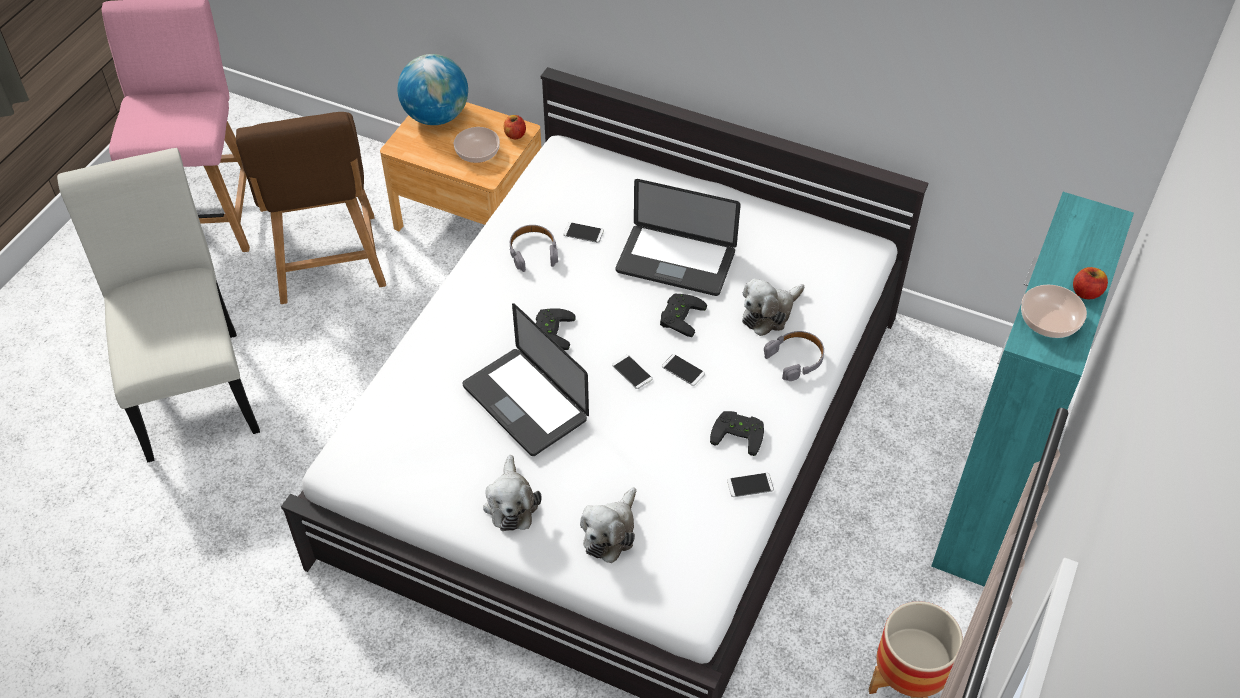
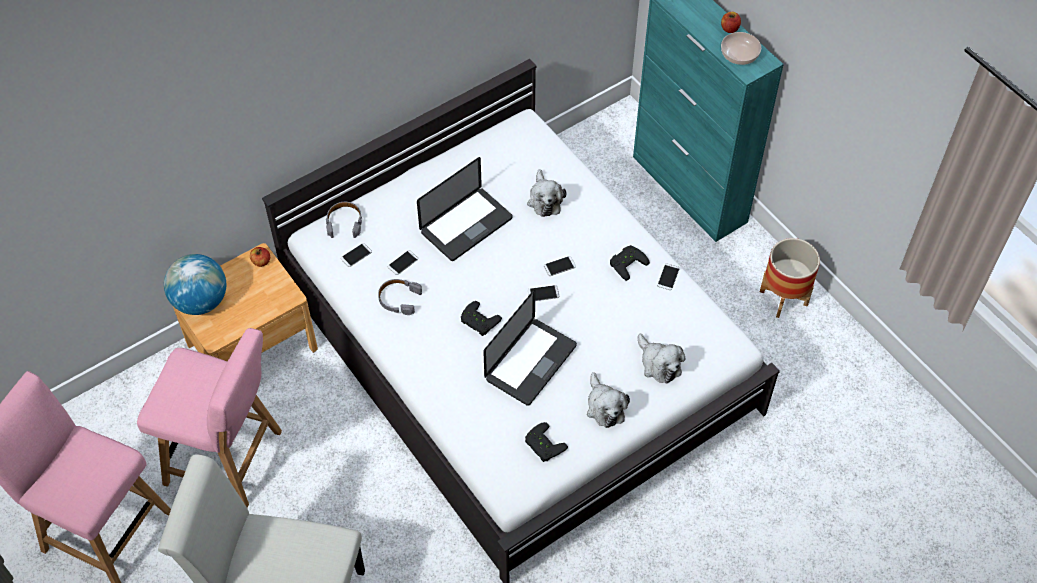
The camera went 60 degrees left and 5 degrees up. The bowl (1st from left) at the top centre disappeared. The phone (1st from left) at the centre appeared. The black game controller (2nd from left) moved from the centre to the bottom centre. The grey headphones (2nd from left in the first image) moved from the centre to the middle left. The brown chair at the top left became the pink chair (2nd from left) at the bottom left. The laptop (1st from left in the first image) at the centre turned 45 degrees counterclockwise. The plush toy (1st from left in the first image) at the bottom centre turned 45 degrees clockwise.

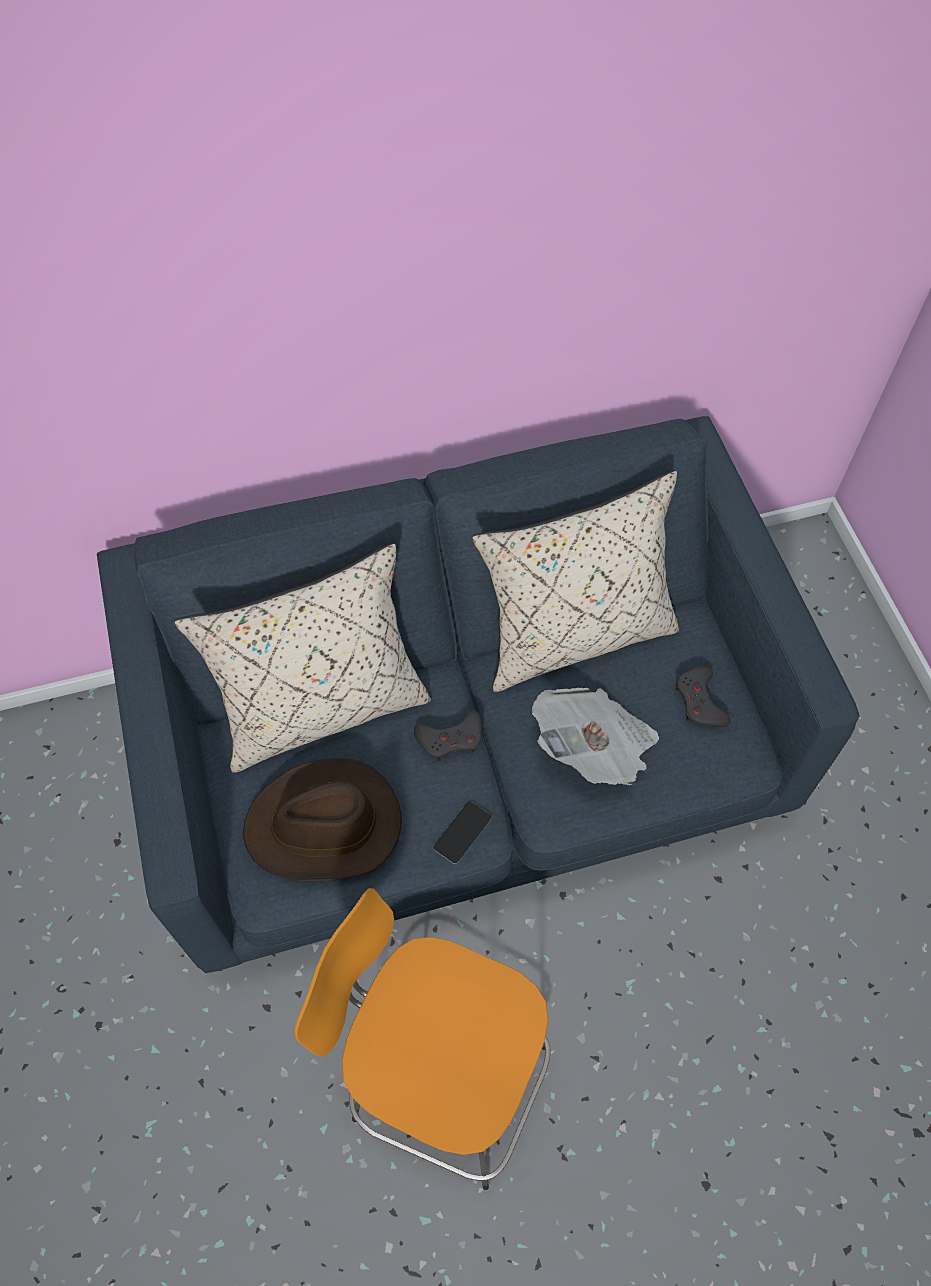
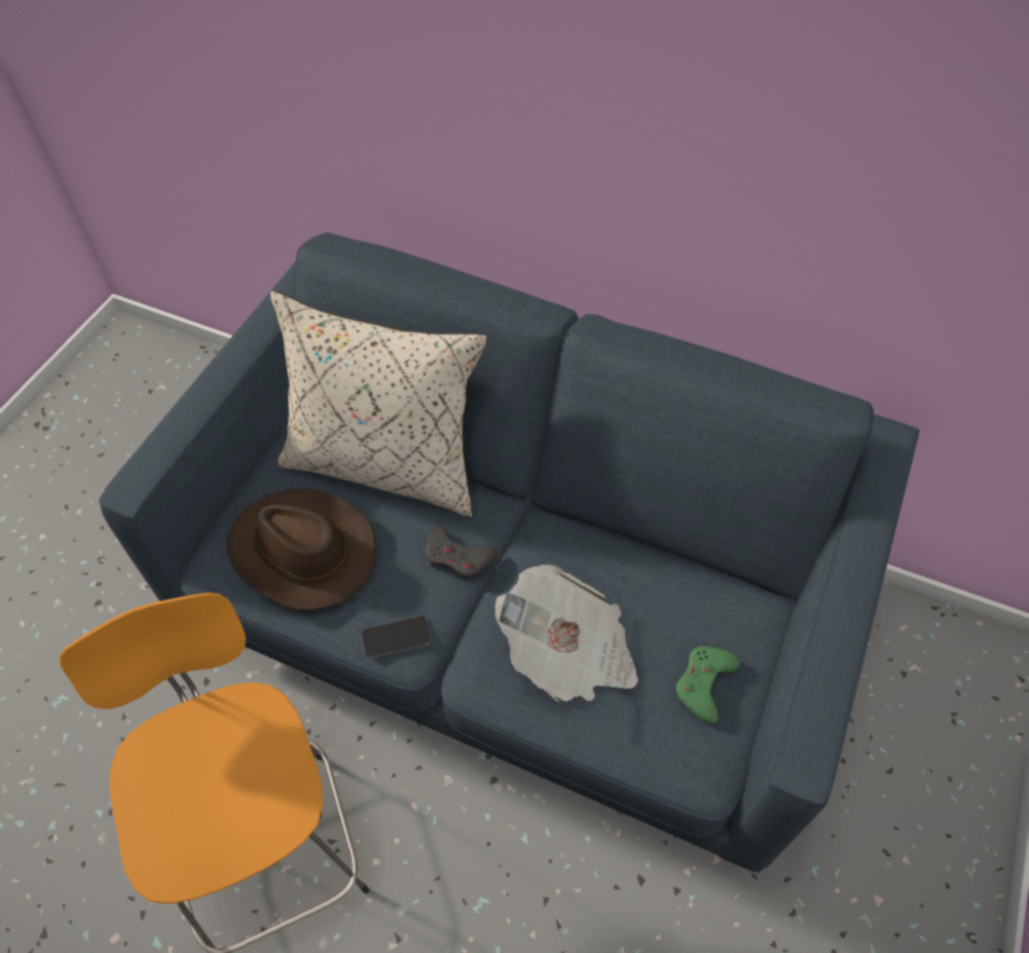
The camera went 40 degrees right and 5 degrees down. The beige pillow (2nd from left) at the centre disappeared. The grey game controller (2nd from left) at the middle right became the green game controller at the bottom right.

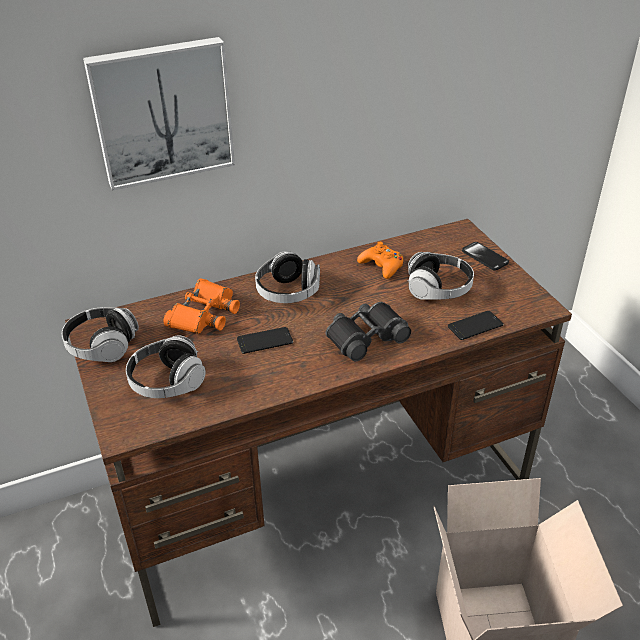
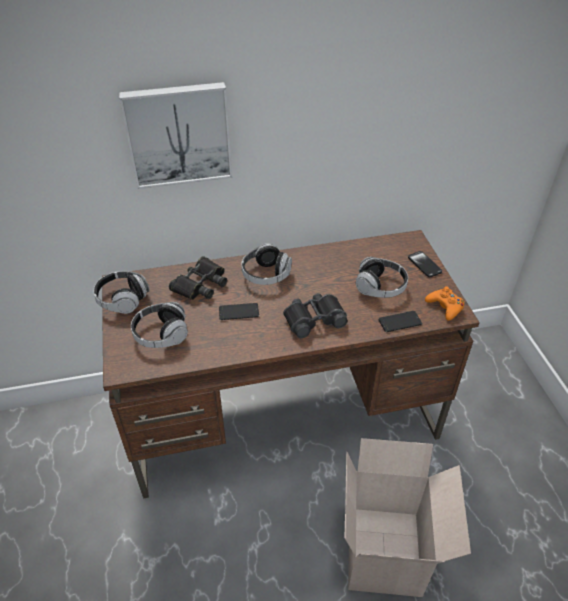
The camera went 10 degrees right and 5 degrees up. The orange game controller moved from the centre to the middle right. The orange binoculars at the middle left became the black binoculars (1st from left) at the centre.

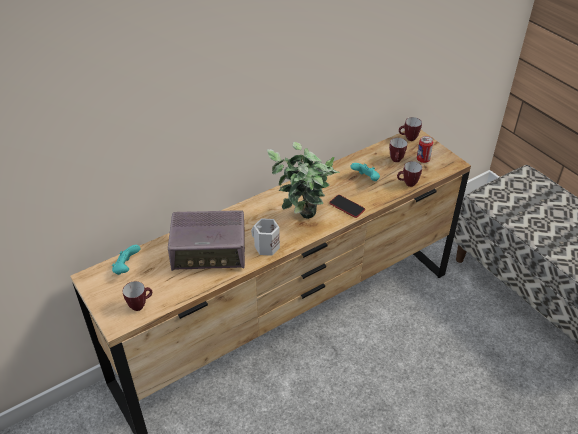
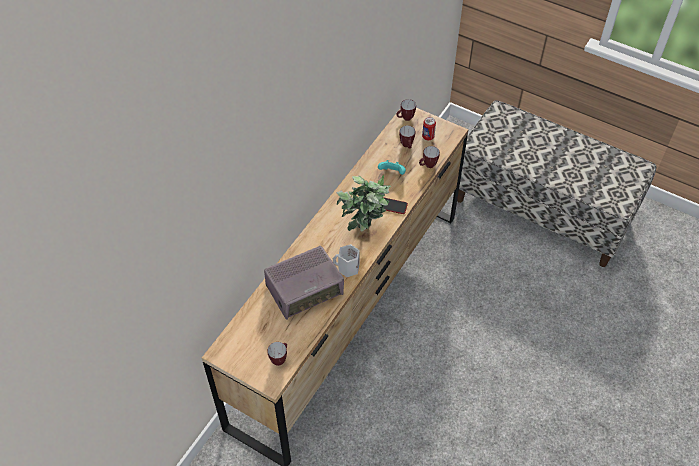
The camera went 25 degrees left and 10 degrees up. The turquoise game controller (1st from left) at the middle left disappeared.

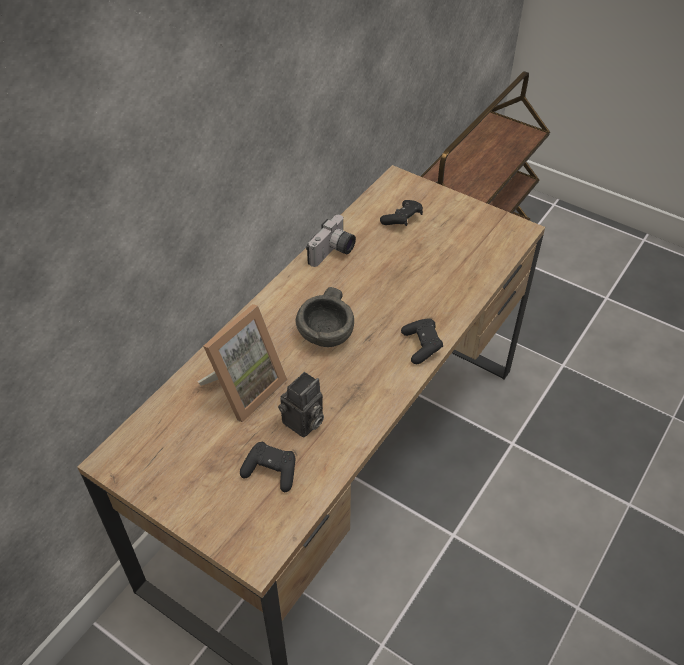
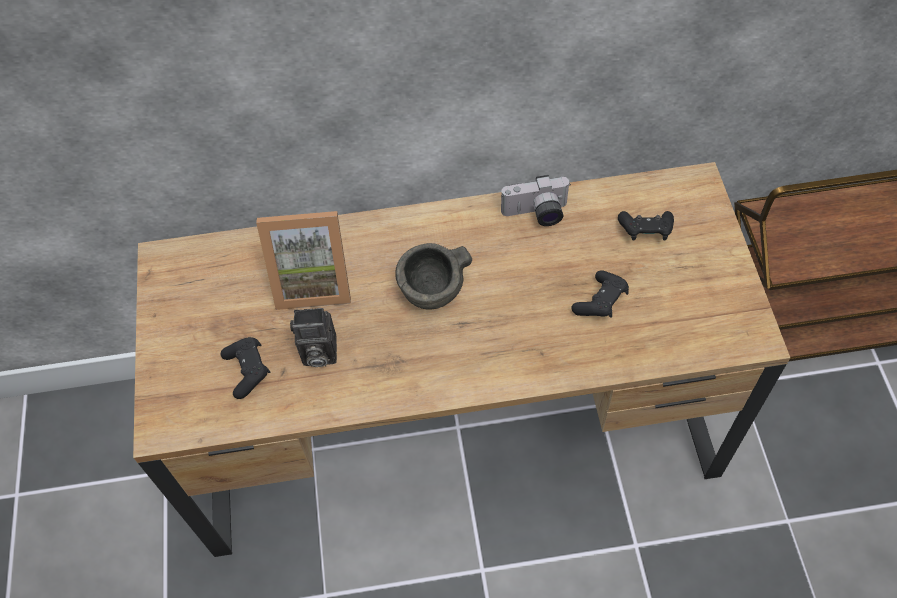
The camera went 50 degrees right and 10 degrees up. The black game controller (3rd from left in the first image) moved from the centre to the middle right.

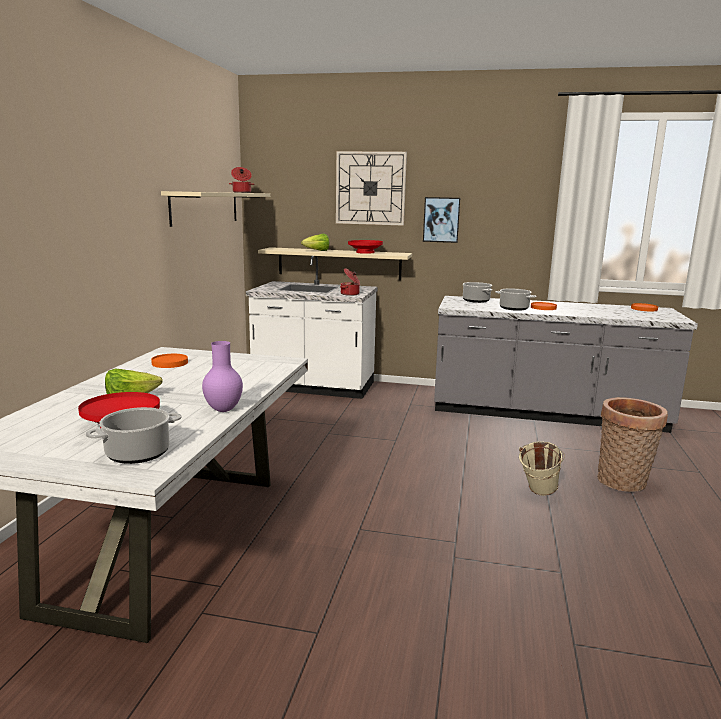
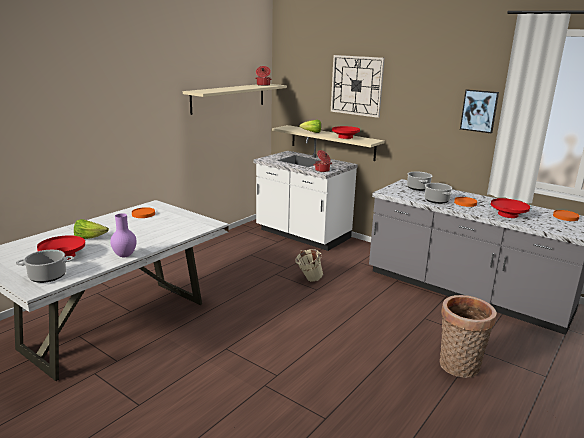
The camera went 25 degrees right and 5 degrees up. The red bowl (3rd from left) at the middle right appeared. The picture moved from the top centre to the top right. The beige bucket moved from the middle right to the centre.

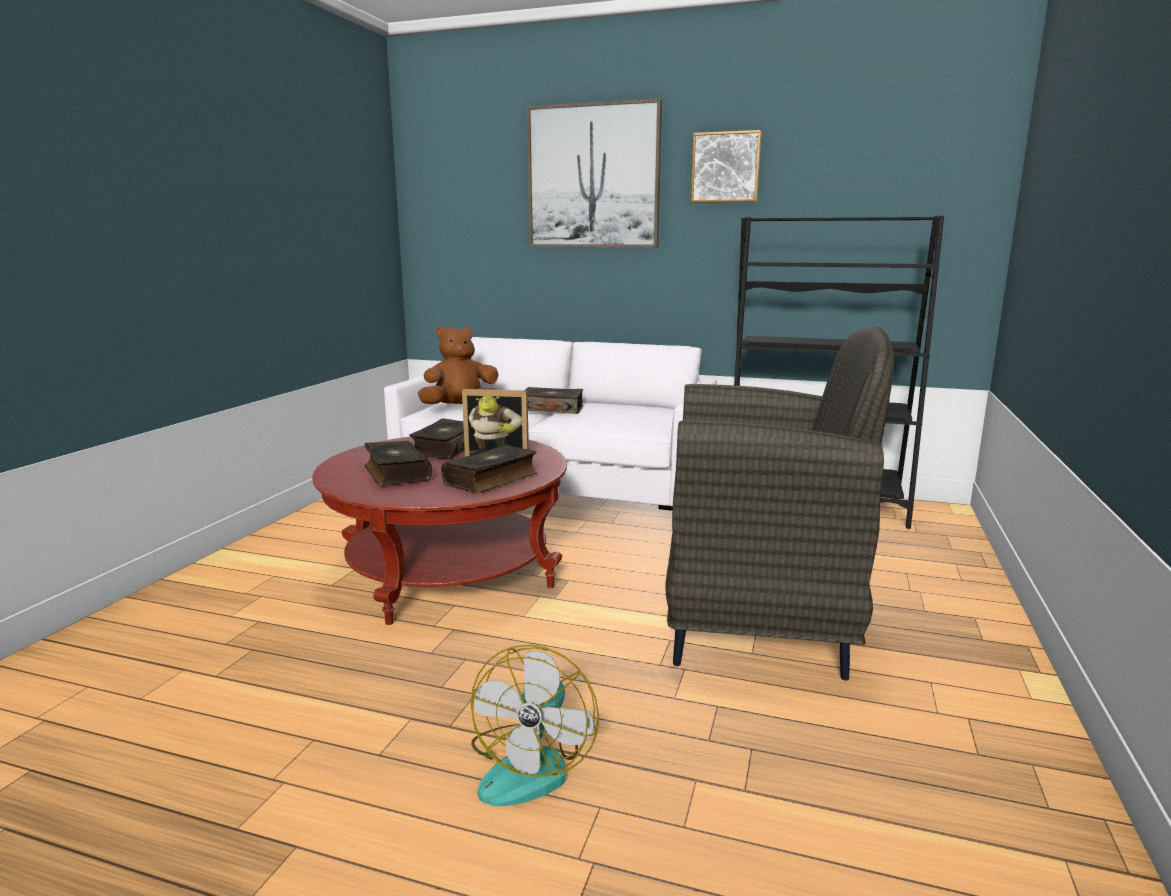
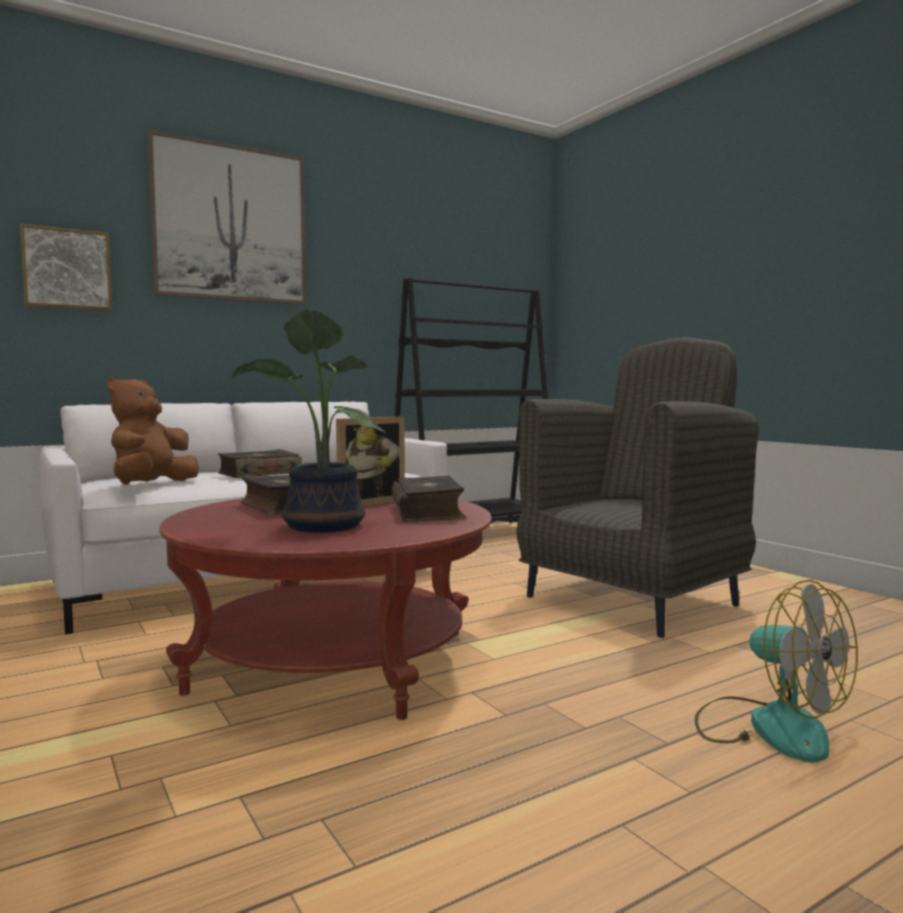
The camera went 50 degrees left and 10 degrees down. The picture (2nd from left in the first image) moved from the top centre to the top left. The book (1st from left) at the centre was replaced by the potted plant at the centre.

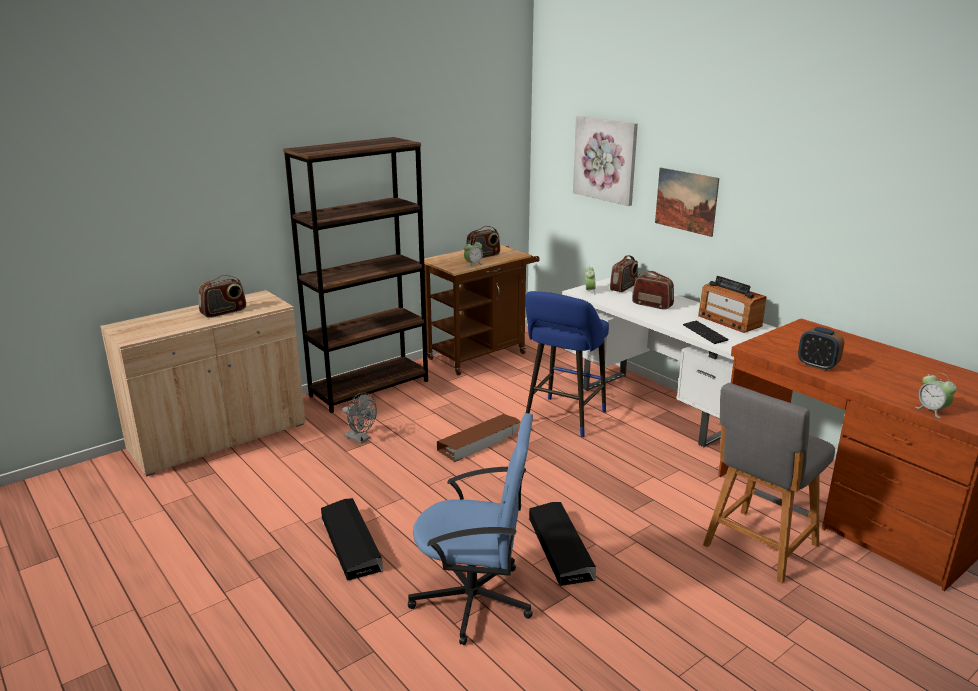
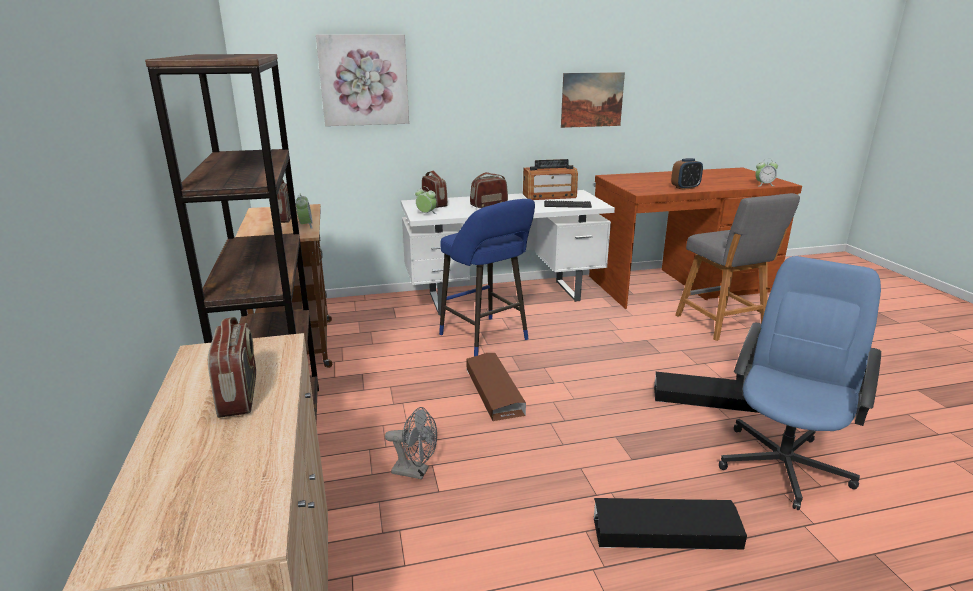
The camera went 65 degrees left and 0 degrees up. The picture (2nd from left) moved from the top right to the top centre. The grey fan at the centre turned 45 degrees clockwise.

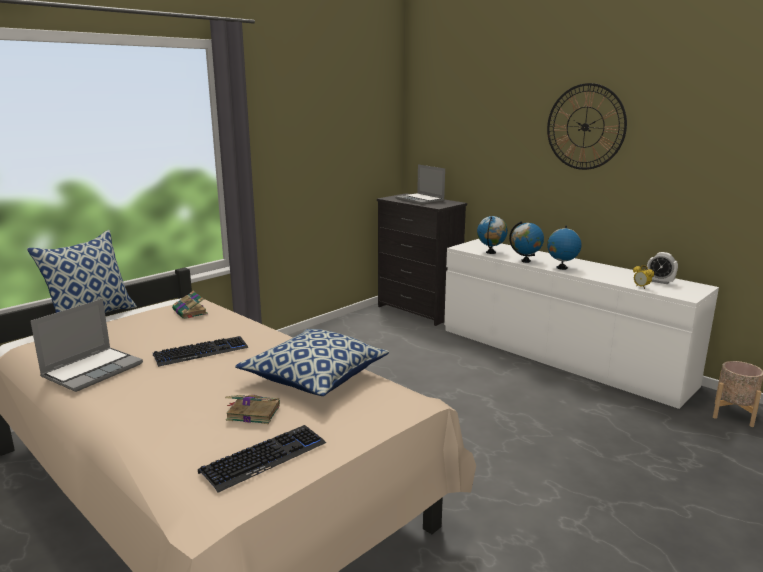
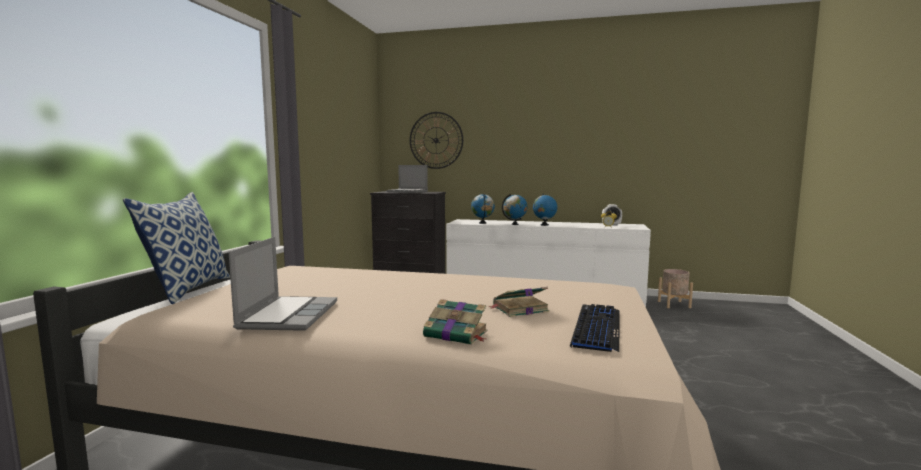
The camera went 30 degrees left and 10 degrees down. The keyboard (1st from left) at the middle left disappeared. The pillow (2nd from left) at the centre disappeared. The book (1st from left) moved from the middle left to the bottom centre. The wall clock moved from the top right to the top centre.

